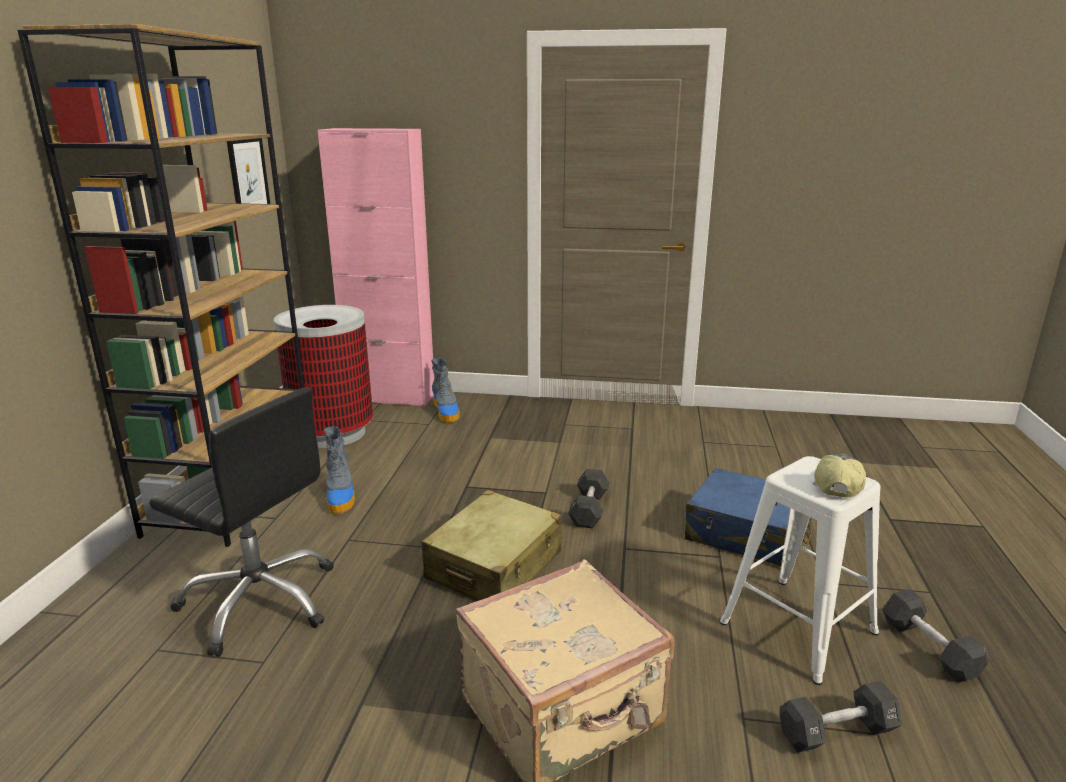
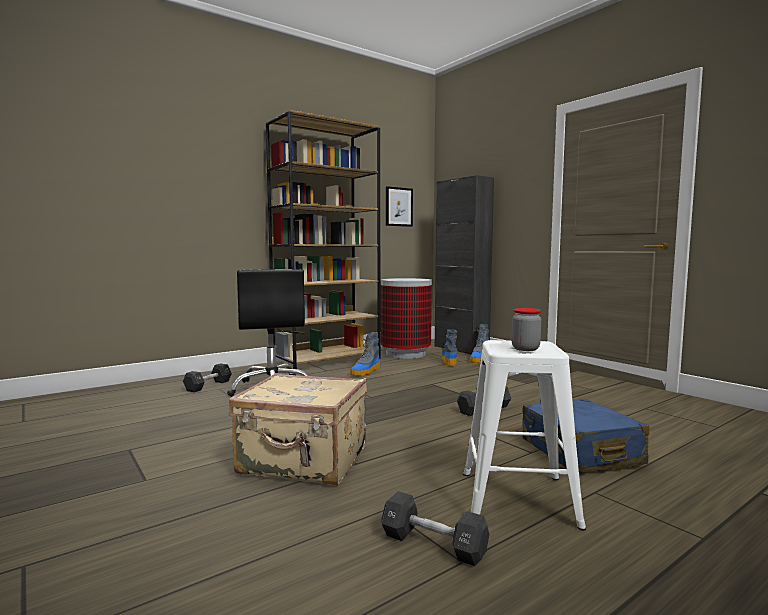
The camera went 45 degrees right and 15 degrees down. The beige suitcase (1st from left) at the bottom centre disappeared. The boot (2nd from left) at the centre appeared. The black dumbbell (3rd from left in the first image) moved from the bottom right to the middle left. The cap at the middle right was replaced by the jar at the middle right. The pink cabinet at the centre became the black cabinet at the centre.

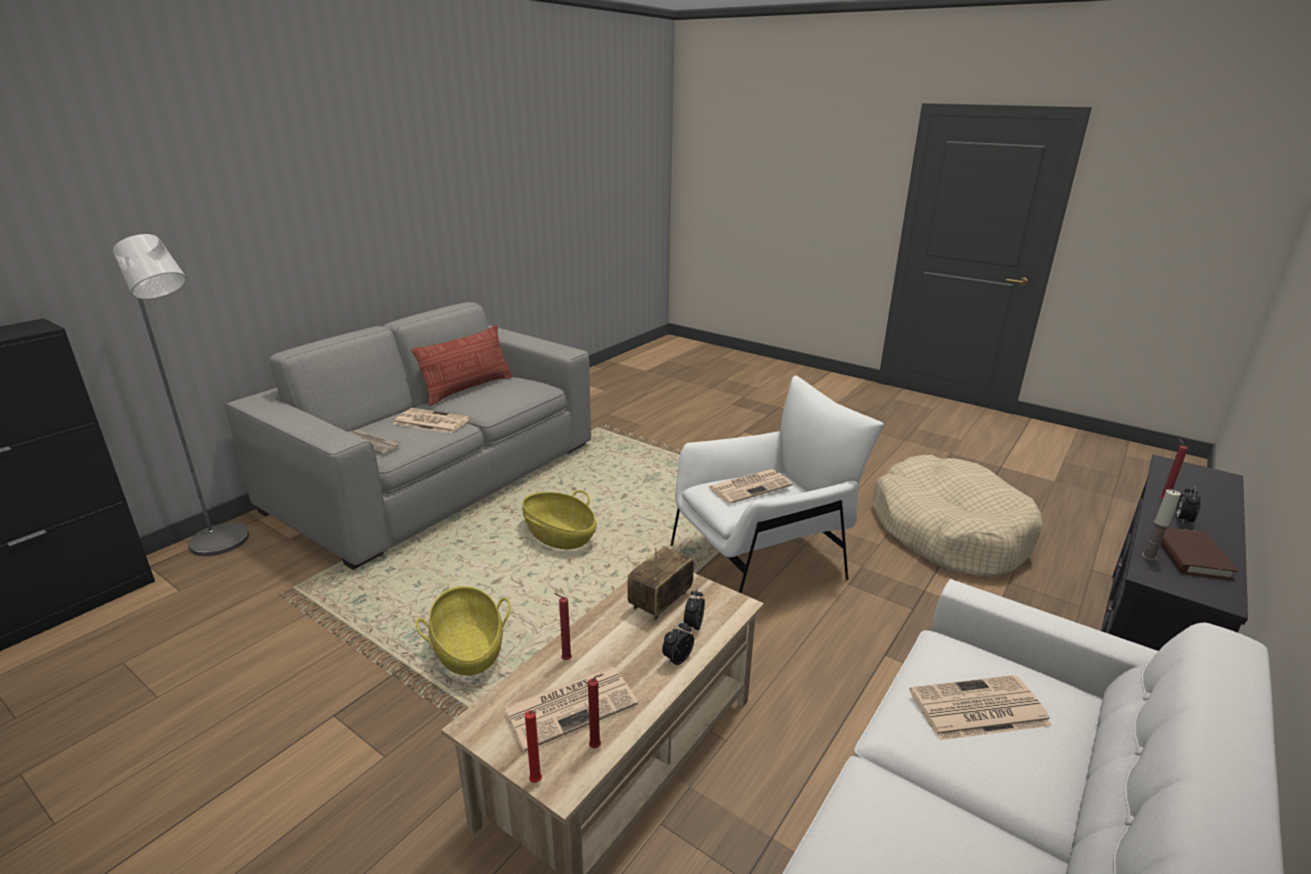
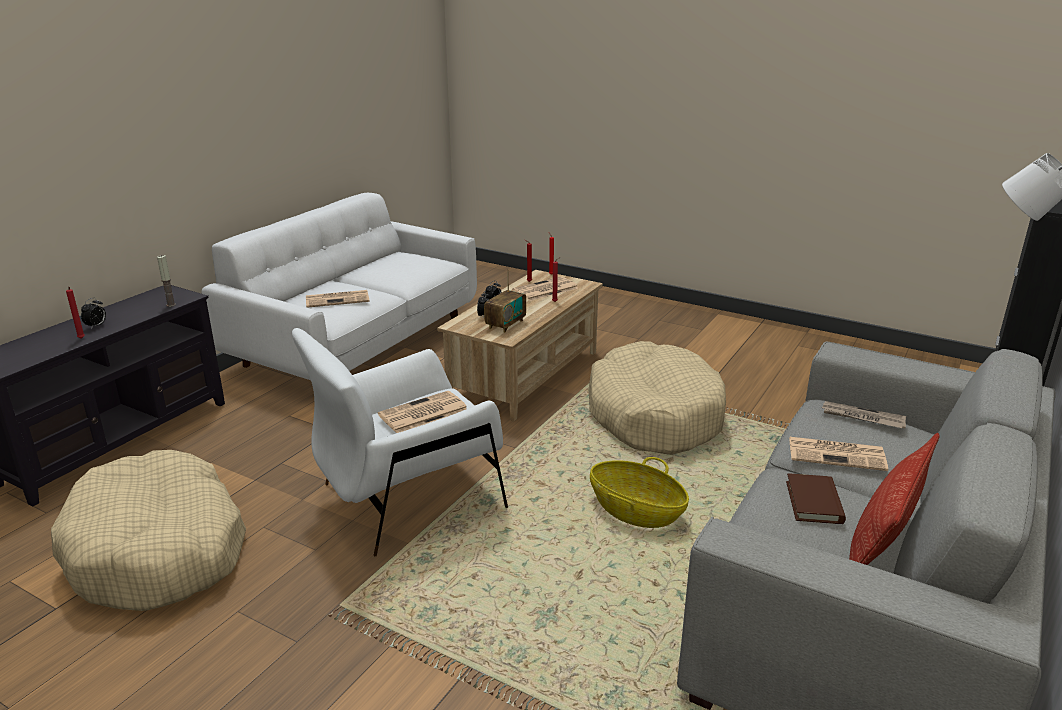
The camera went 175 degrees right and 0 degrees up. The brown book moved from the middle right to the bottom right. The basket (1st from left) at the bottom centre was replaced by the beige dog bed (2nd from left) at the centre.

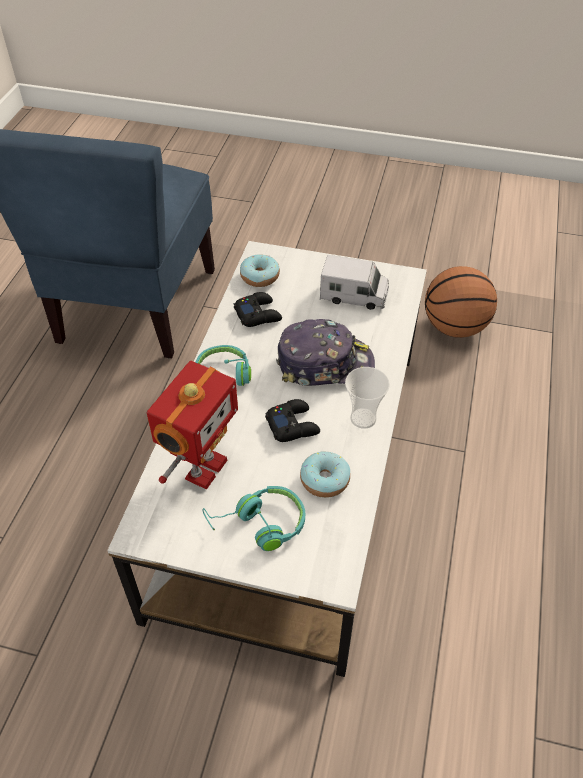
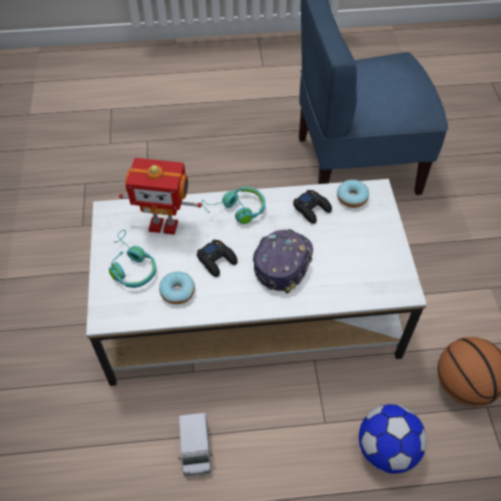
The camera went 70 degrees right and 5 degrees up. The cup at the centre disappeared. The football at the bottom right appeared. The toy truck moved from the centre to the bottom centre. The cap at the centre turned 135 degrees counterclockwise.

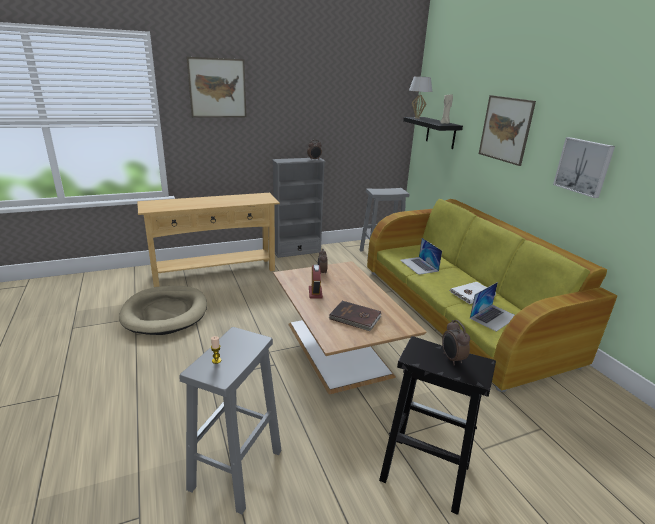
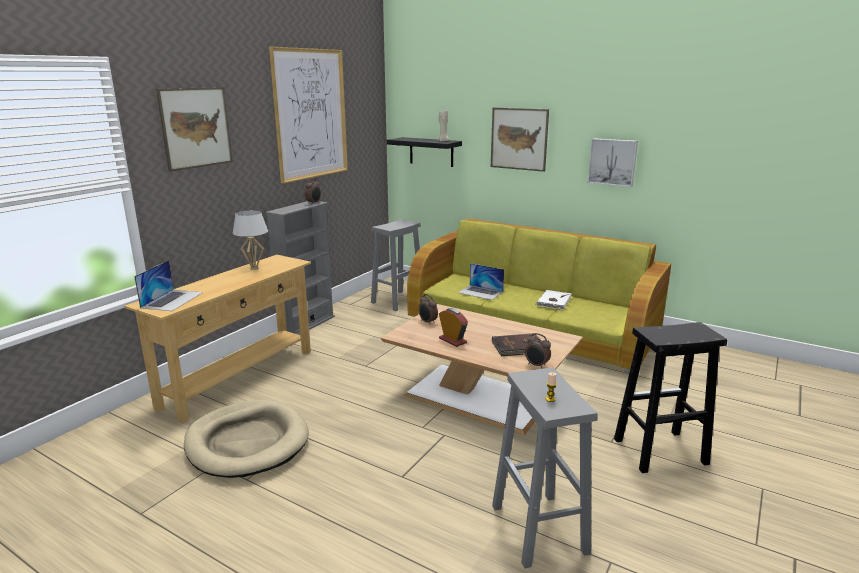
The camera went 35 degrees left and 5 degrees down. The picture (2nd from left) at the top centre appeared. The white table lamp moved from the top centre to the middle left. The alarm clock (4th from left) moved from the middle right to the centre. The laptop (2nd from left in the first image) moved from the middle right to the middle left.

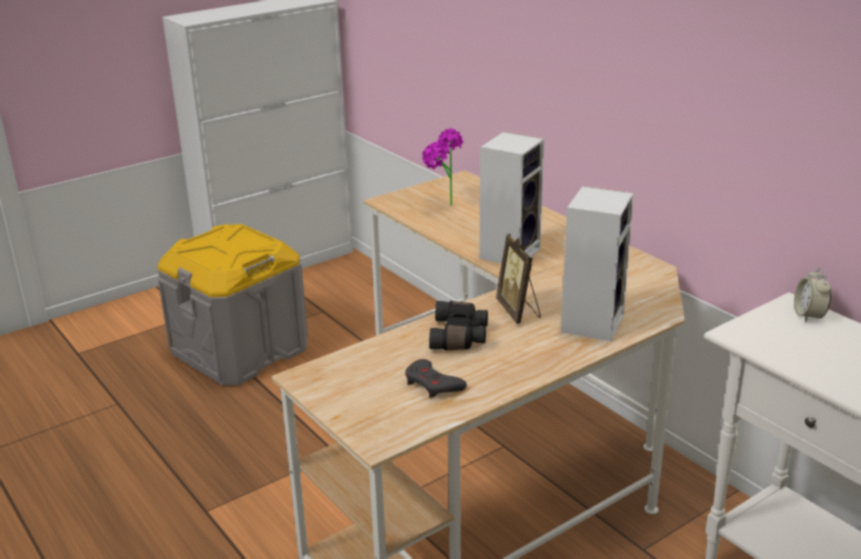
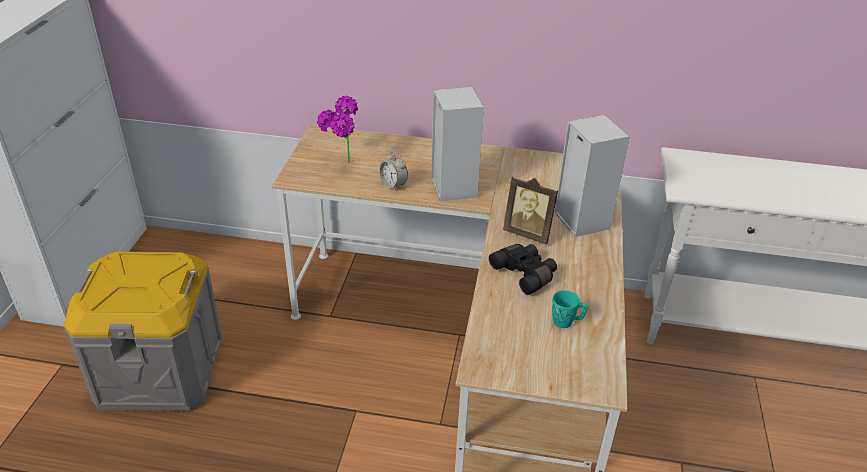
The camera went 45 degrees left and 10 degrees up. The alarm clock moved from the middle right to the centre. The grey game controller at the bottom centre was replaced by the turquoise mug at the centre.

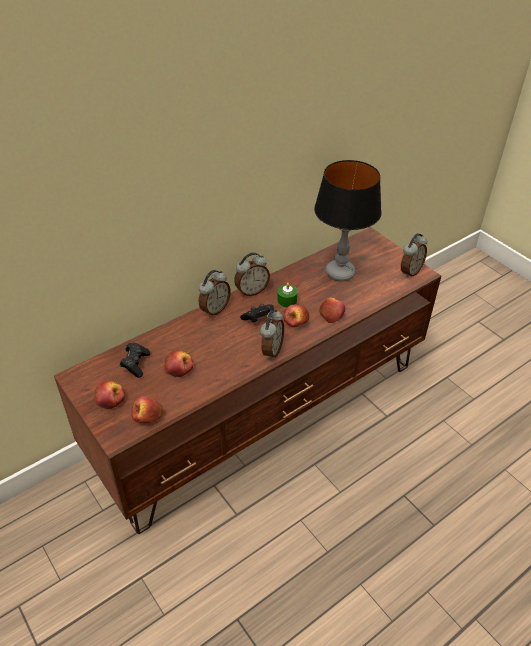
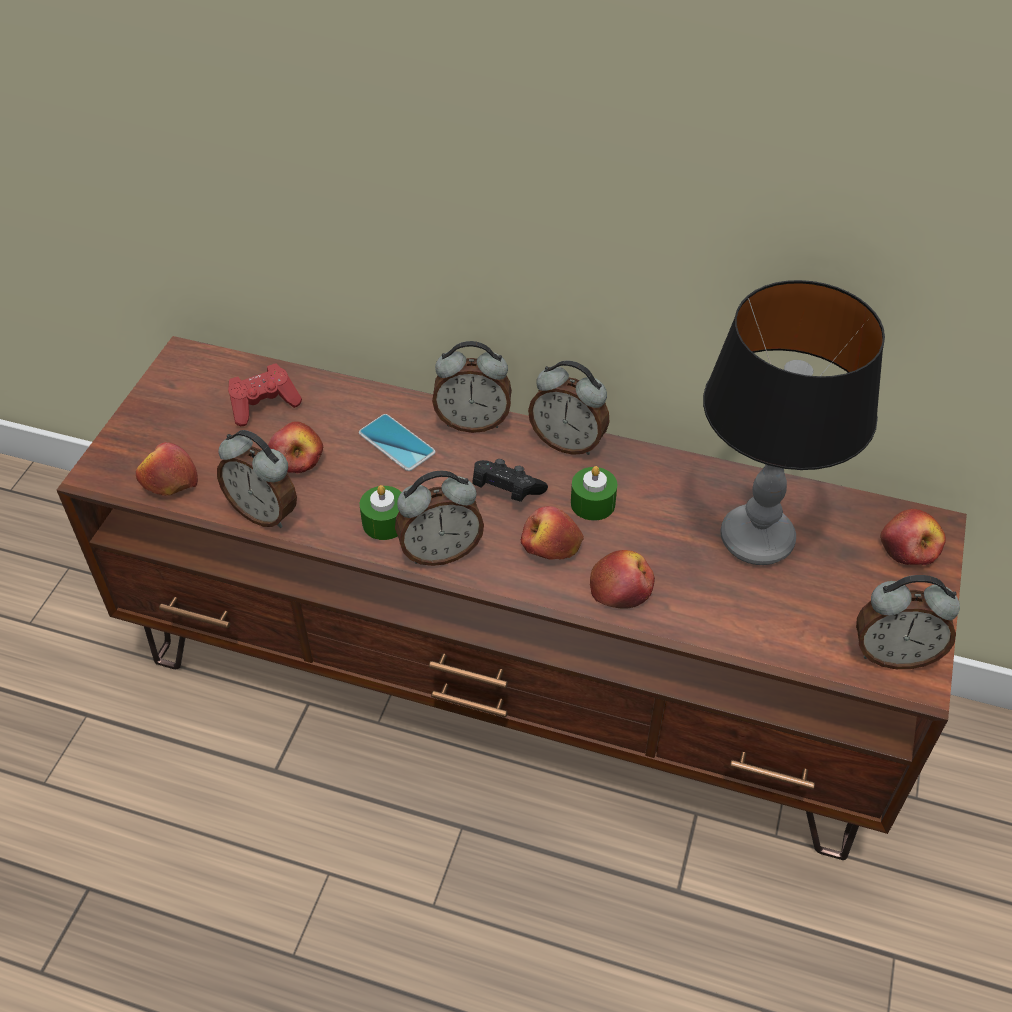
The camera went 55 degrees right and 5 degrees up. The alarm clock (1st from left) at the middle left appeared. The phone at the centre appeared. The green candle (1st from left) at the centre appeared. The apple (1st from left in the first image) moved from the middle left to the middle right. The black game controller (1st from left) at the middle left became the red game controller at the middle left.

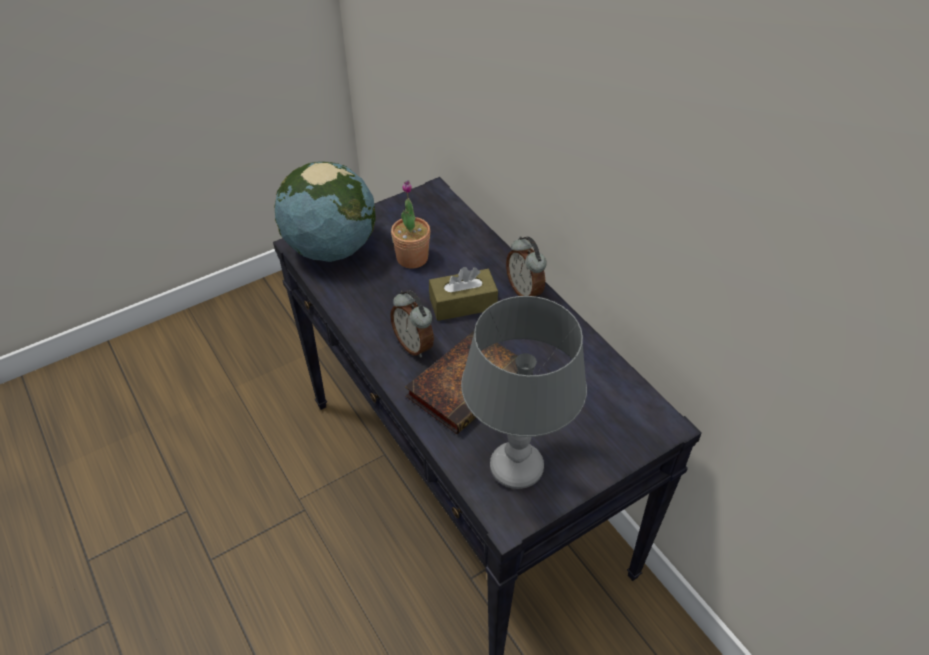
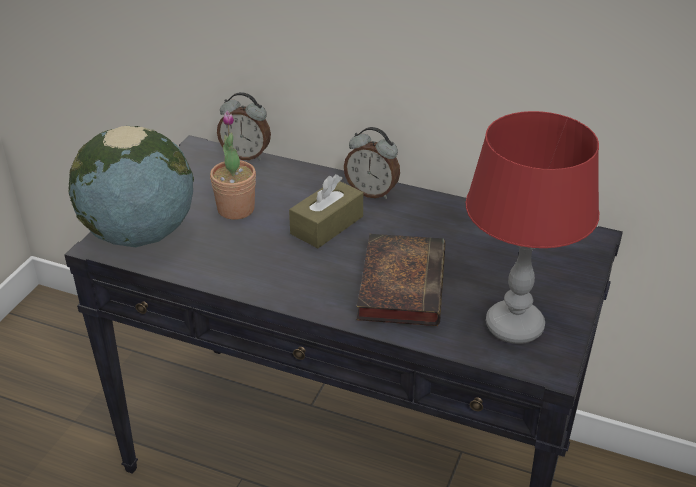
The camera went 35 degrees left and 10 degrees down. The alarm clock (1st from left) moved from the centre to the top centre. The grey table lamp at the centre became the red table lamp at the middle right.

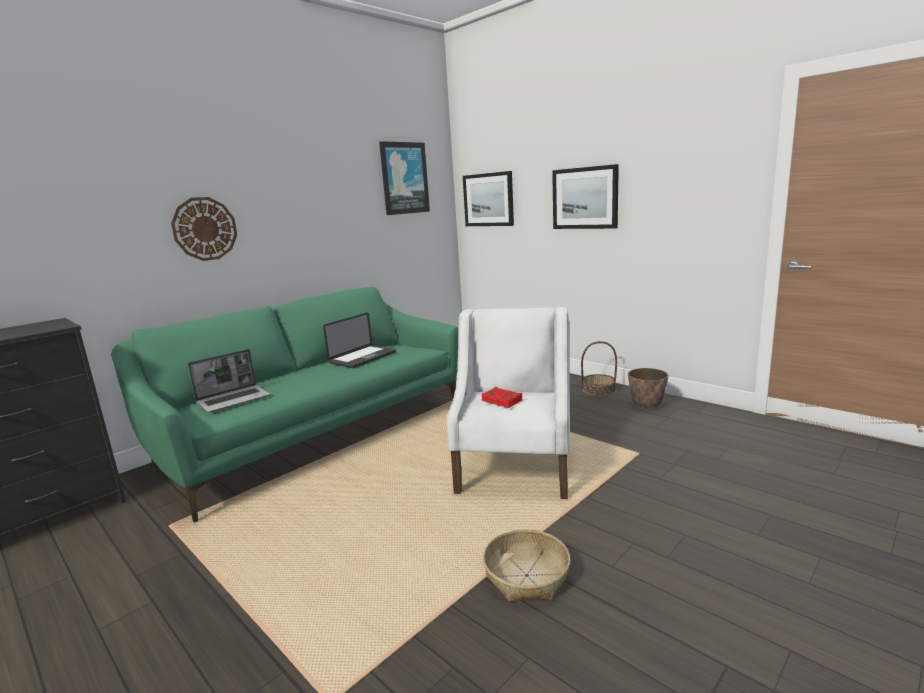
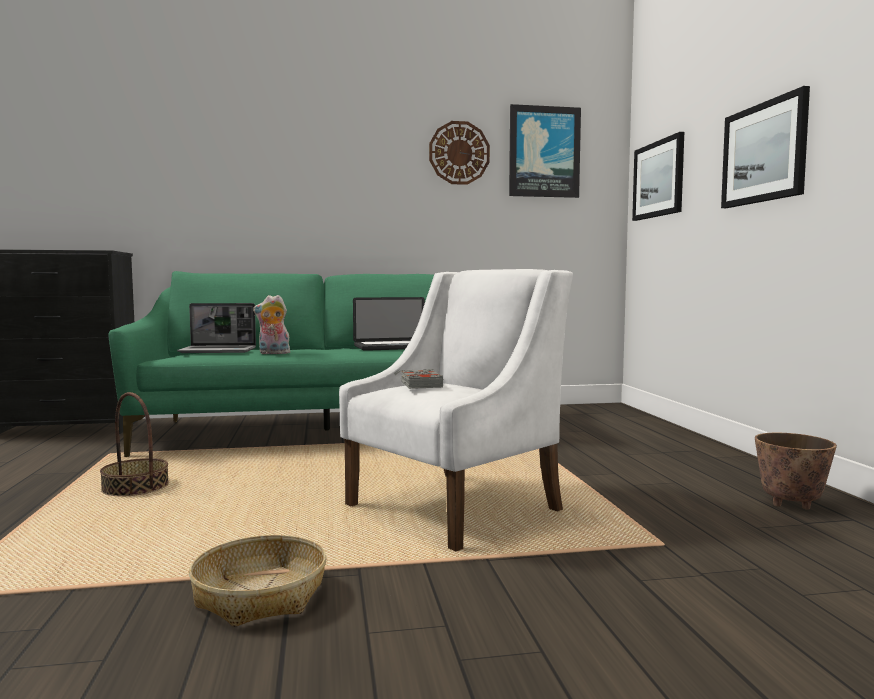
The camera went 35 degrees right and 10 degrees down. The plush toy at the middle left appeared. The wall clock moved from the top left to the top centre. The basket (2nd from left in the first image) moved from the centre to the middle left. The red book at the centre became the grey book at the centre.

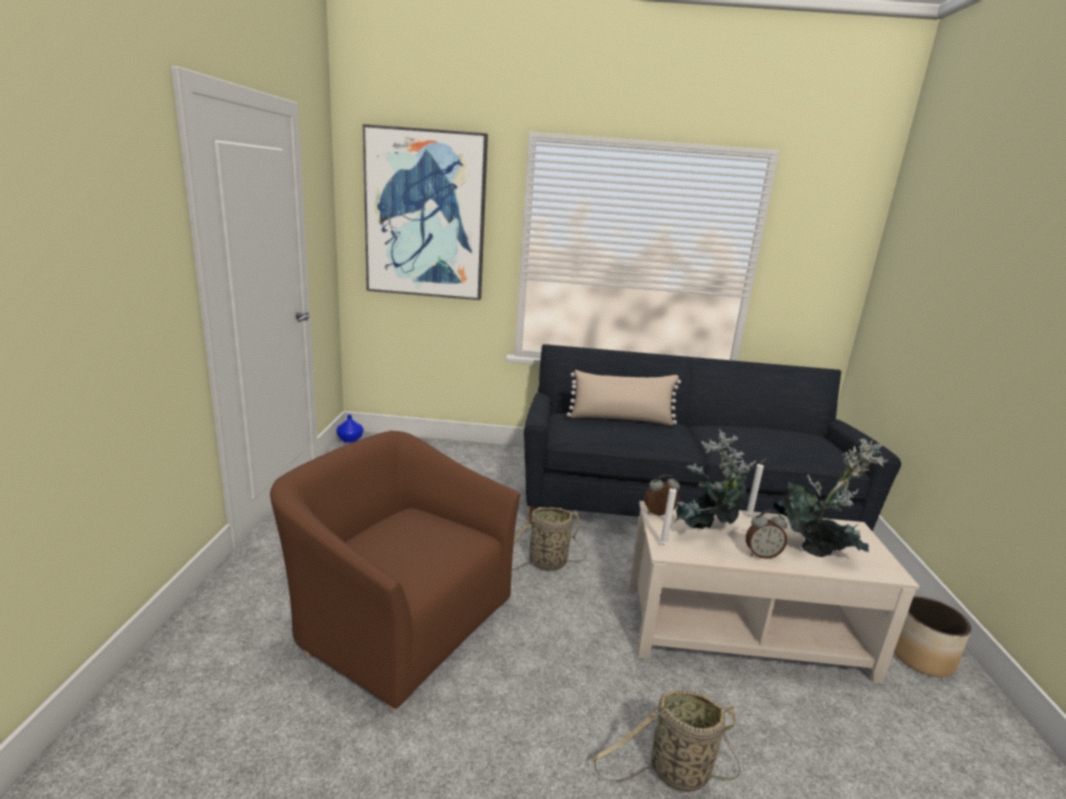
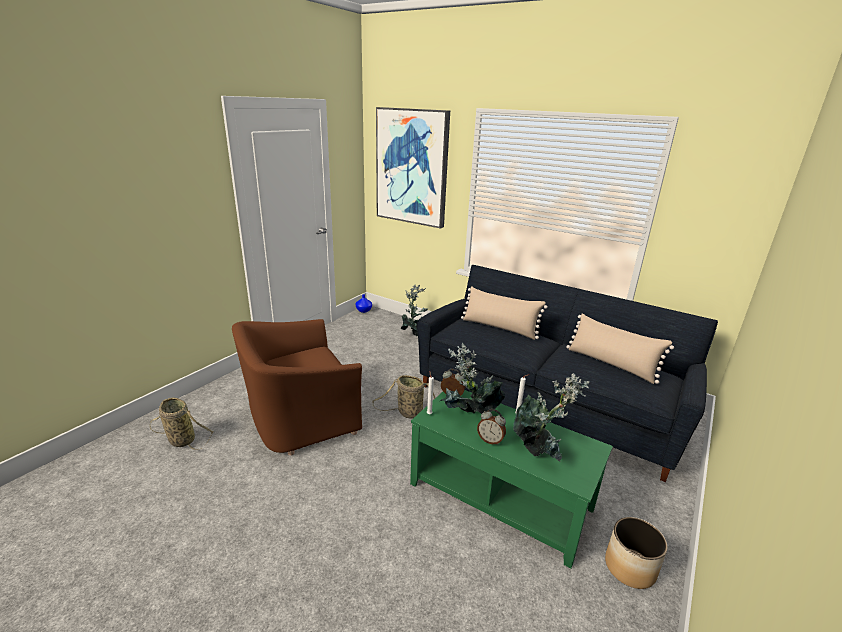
The camera went 30 degrees right and 5 degrees up. The potted plant (1st from left) at the centre appeared. The beige pillow (2nd from left) at the middle right appeared. The basket (2nd from left in the first image) moved from the bottom centre to the bottom left. The beige coffee table at the bottom right became the green coffee table at the bottom centre. The brown armchair at the bottom centre turned 90 degrees counterclockwise.

